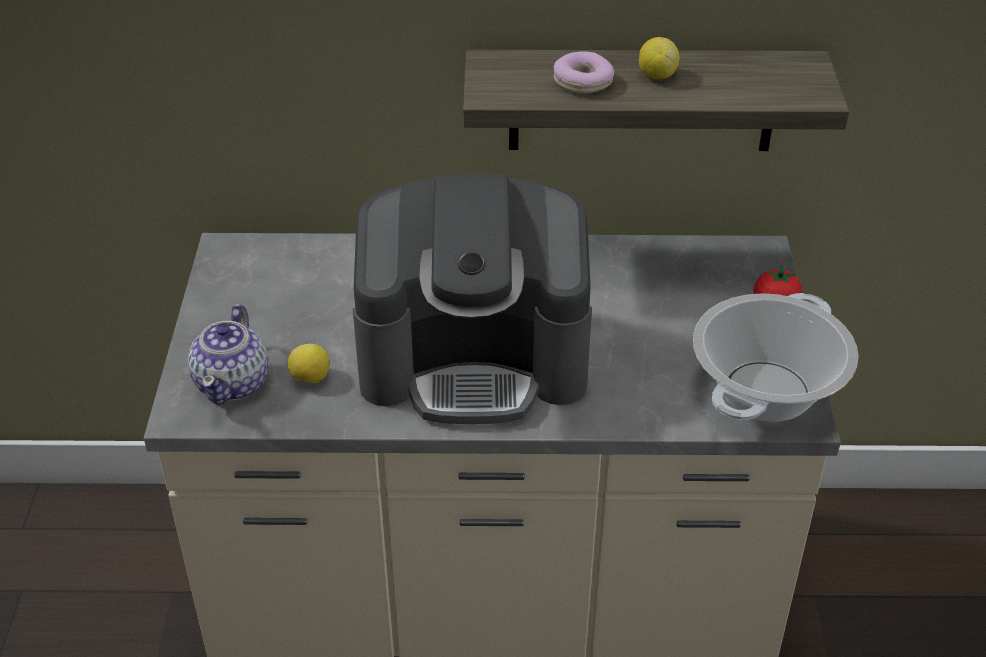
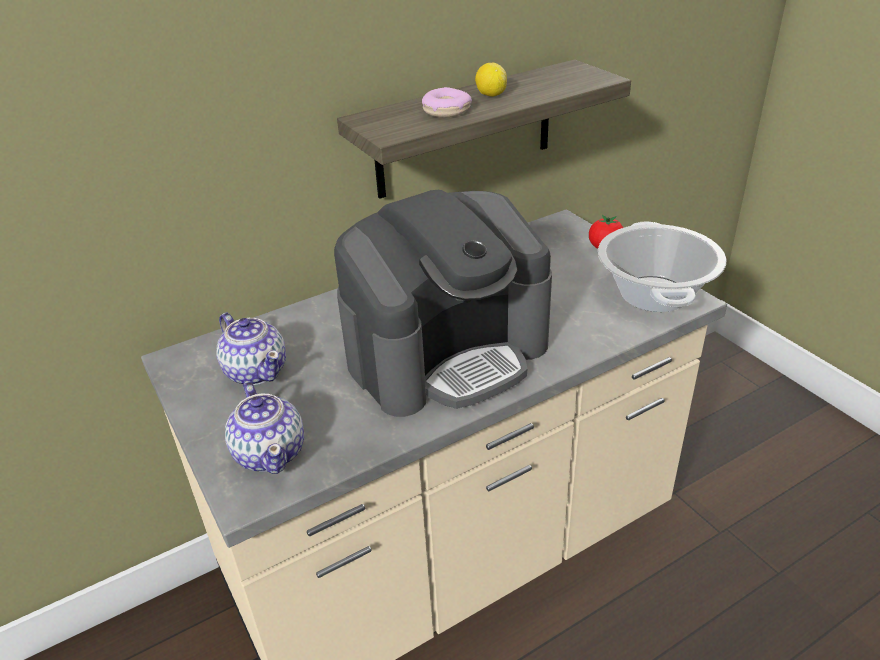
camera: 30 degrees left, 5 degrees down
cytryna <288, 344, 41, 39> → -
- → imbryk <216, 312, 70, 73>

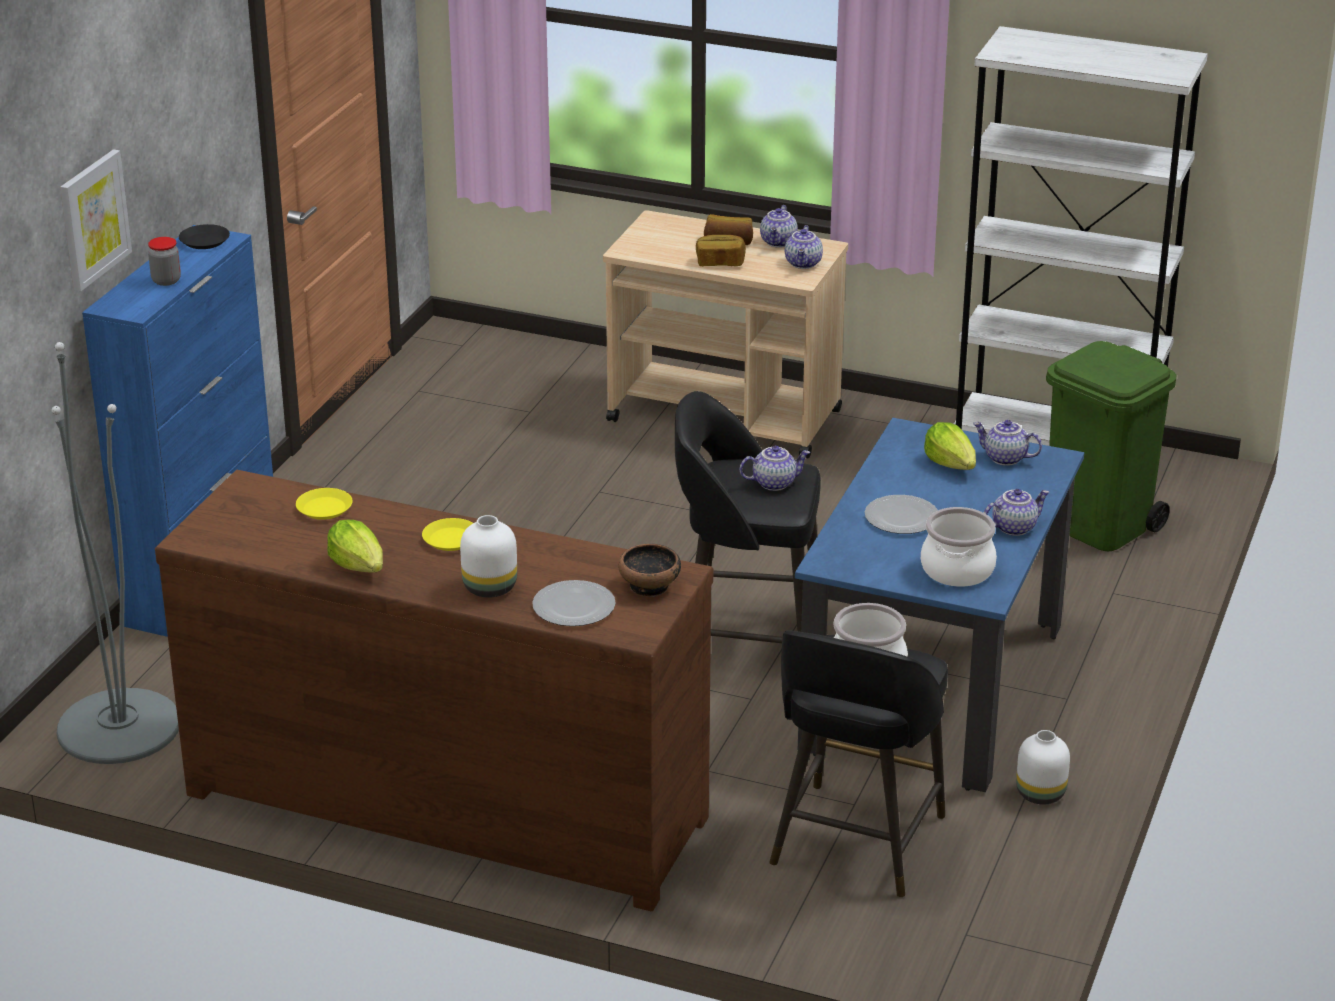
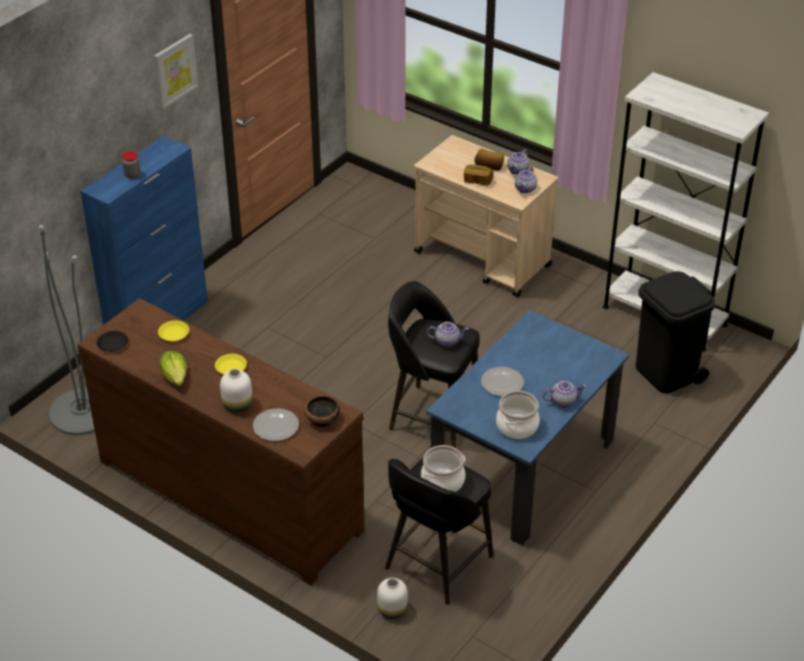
camera: 15 degrees right, 10 degrees up
sałata <924, 422, 52, 48> → -
imbryk <973, 420, 69, 46> → -
obraz <60, 149, 72, 143> → obraz <154, 34, 44, 75>, moved
talerz/czarny <179, 224, 51, 25> → talerz/czarny <97, 331, 31, 21>, moved
wazon/biały <1016, 730, 54, 75> → wazon/biały <377, 578, 31, 41>, moved
kosz na śmieci/zielony <1046, 341, 130, 210> → kosz na śmieci/czarny <636, 271, 80, 122>

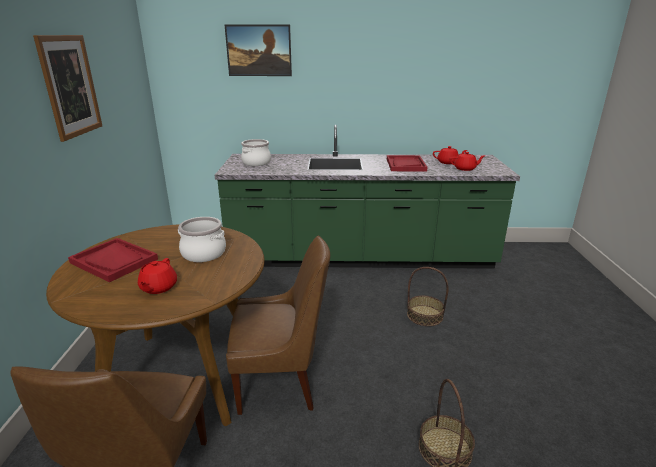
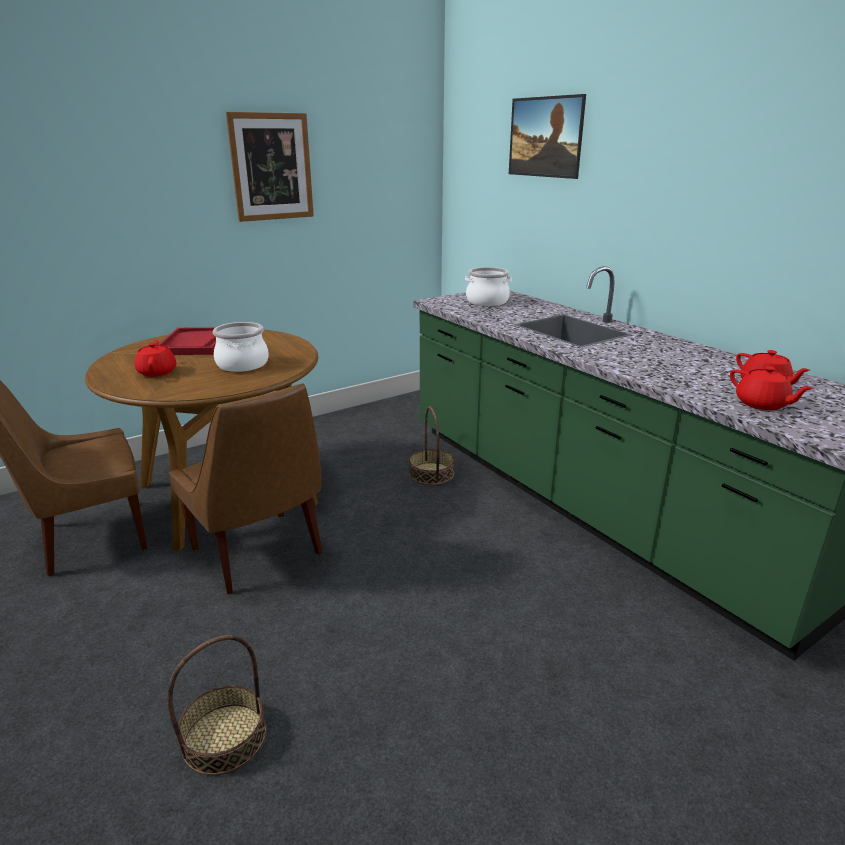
camera: 55 degrees right, 0 degrees up
taca/czerwony <387, 155, 40, 17> → -
koszyk <407, 267, 41, 59> → koszyk <409, 407, 46, 78>, moved
imbryk/czerwony <138, 258, 39, 36> → imbryk/czerwony <135, 340, 41, 37>, 105 degrees clockwise

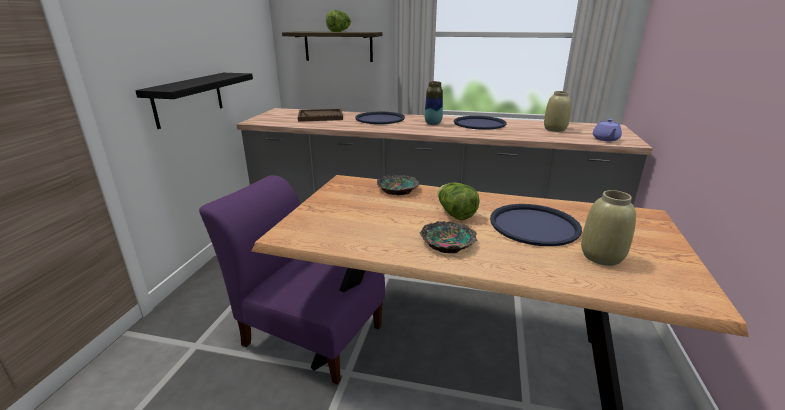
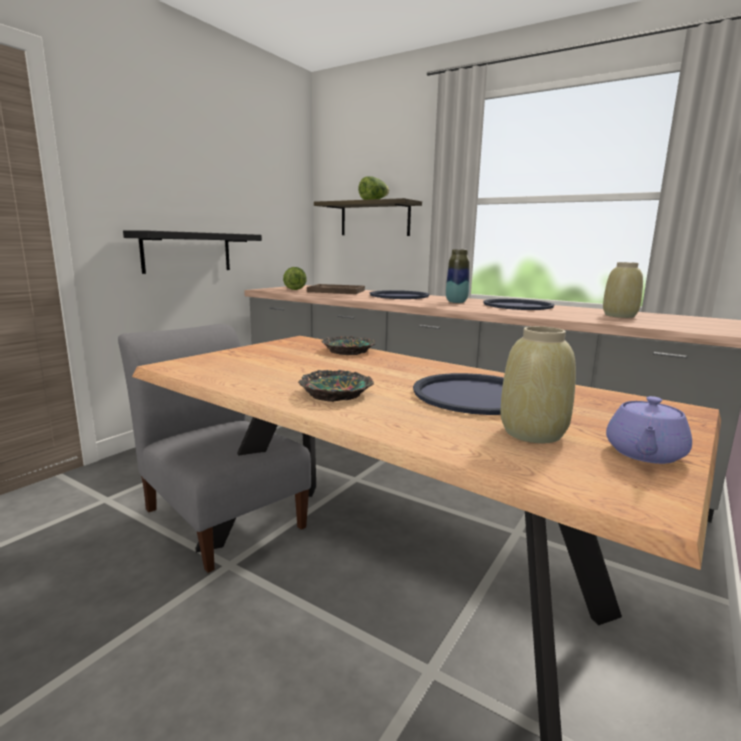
camera: 20 degrees right, 10 degrees down
sałata <437, 183, 42, 37> → sałata <283, 267, 24, 23>, moved
imbryk/fioletowy <593, 119, 29, 22> → imbryk/fioletowy <606, 396, 86, 68>, moved
krzesło/fioletowy <199, 175, 186, 210> → krzesło/szary <118, 324, 193, 249>

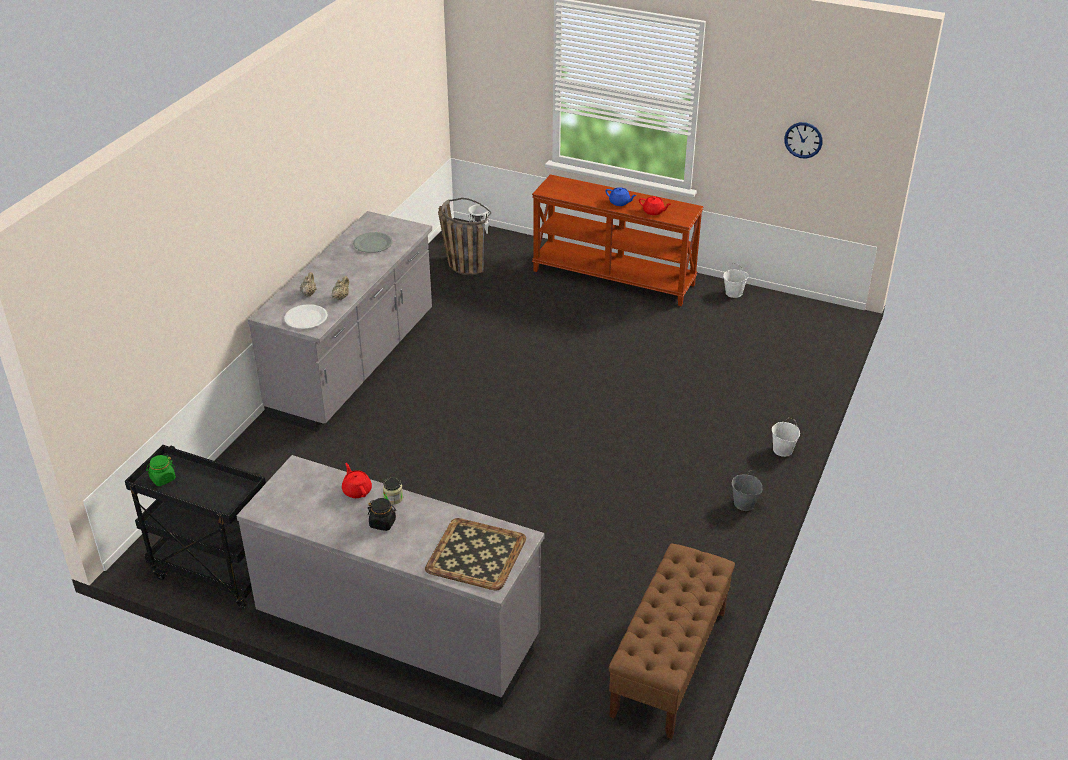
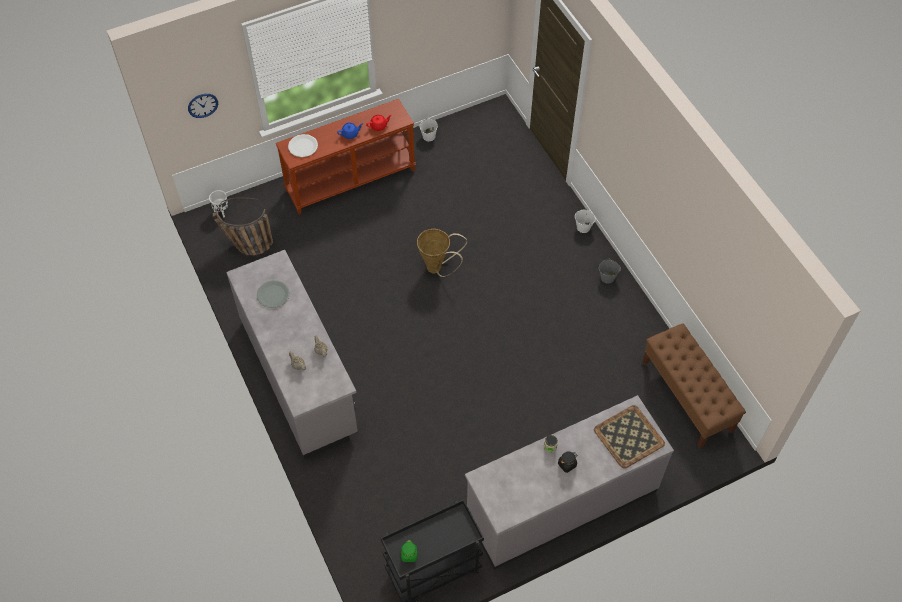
camera: 50 degrees left, 20 degrees up
imbryk/czerwony <342, 463, 30, 35> → -
- → koszyk <417, 229, 50, 48>
talerz/biały <284, 304, 44, 25> → talerz/biały <288, 134, 30, 23>, moved
zegar ścienny <784, 122, 39, 36> → zegar ścienny <188, 94, 30, 24>, moved

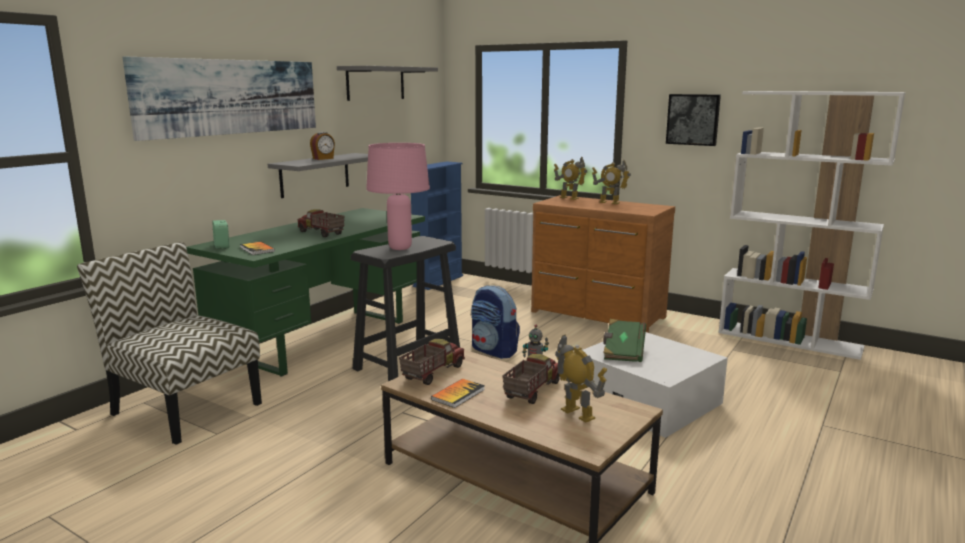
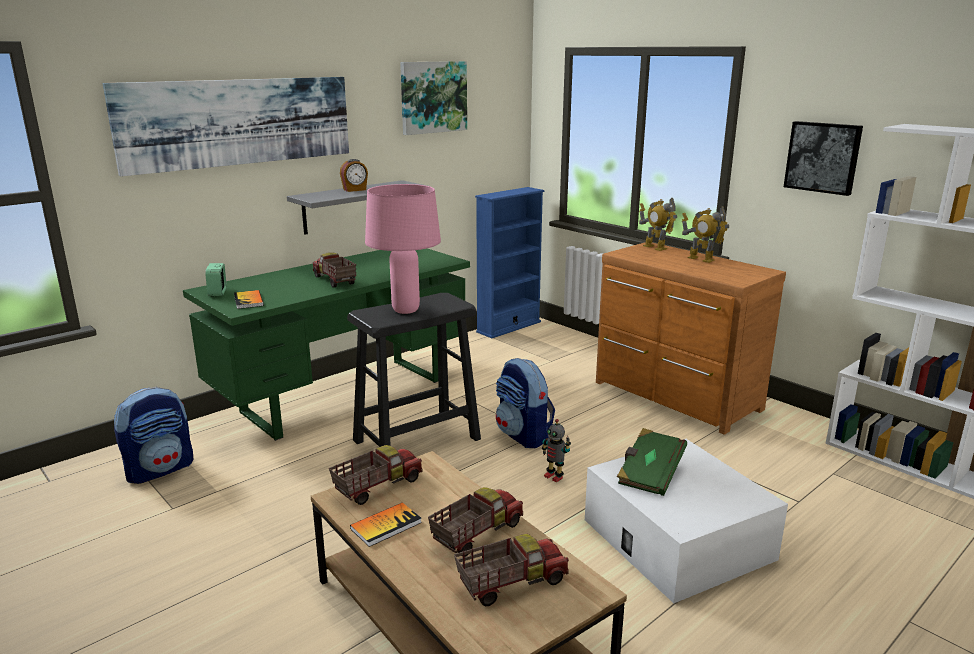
camera: 15 degrees right, 5 degrees up
krzesło <77, 242, 185, 203> → plecak <114, 387, 79, 97>
półka/szary <337, 66, 101, 35> → obraz <400, 61, 67, 74>
robot zabawkowy <555, 335, 52, 87> → ciężarówka zabawkowa <454, 534, 115, 72>

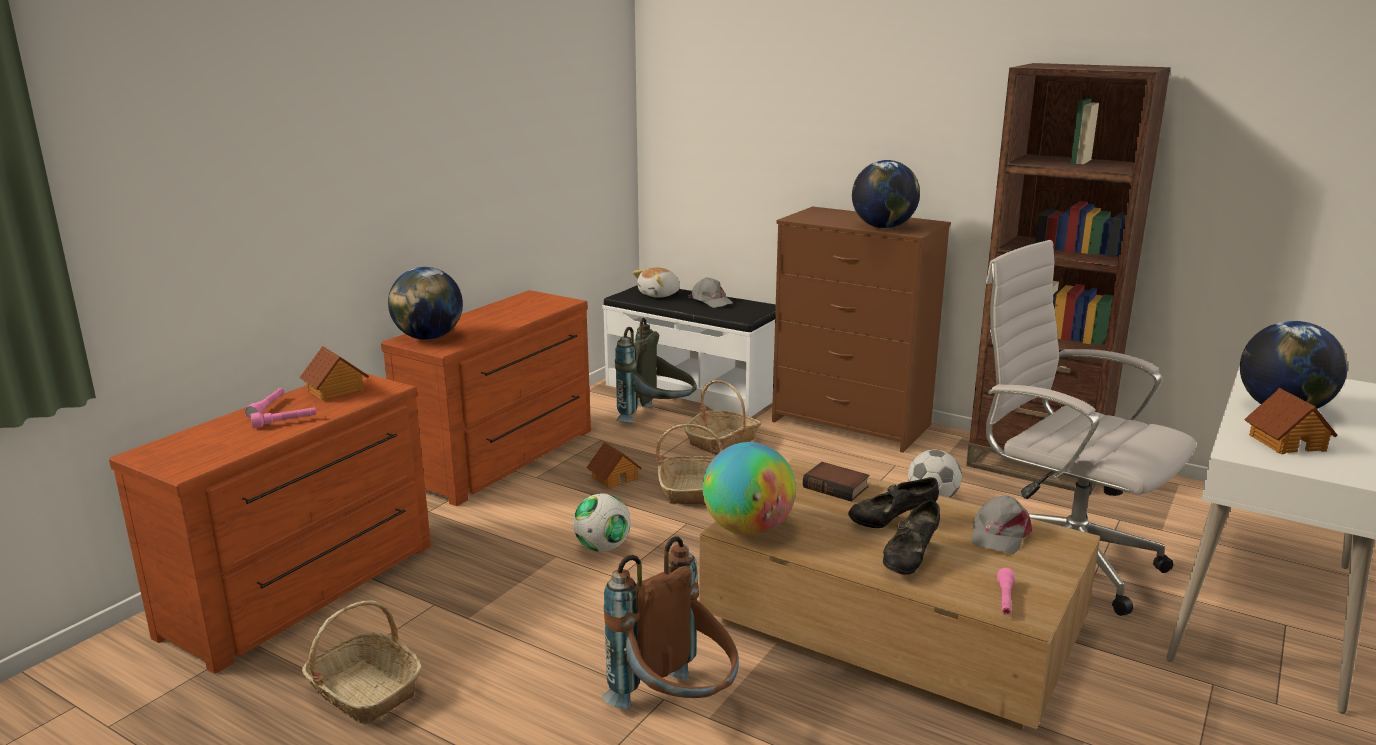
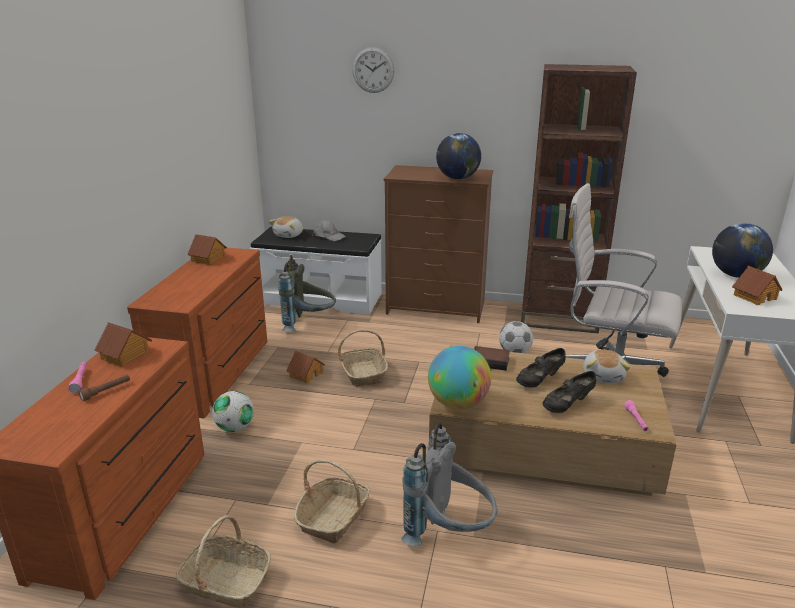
camera: 20 degrees left, 5 degrees up
globus <388, 267, 75, 73> → -
- → domek <187, 234, 40, 31>
- → zegar ścienny <352, 47, 43, 46>
piłka futbolowa <573, 493, 58, 59> → piłka futbolowa <212, 391, 42, 41>, moved
koszyk <684, 380, 77, 75> → koszyk <294, 459, 76, 85>, moved
czapka z daszkiem/szary <972, 495, 60, 59> → pluszak <583, 350, 47, 33>
latarka/różowy <251, 407, 65, 21> → latarka/brązowy <78, 375, 52, 26>
plecak/brązowy <602, 536, 137, 174> → plecak/szary <401, 423, 96, 123>
but/czarny <883, 500, 57, 75> → but/czarny <543, 371, 53, 42>, 45 degrees clockwise

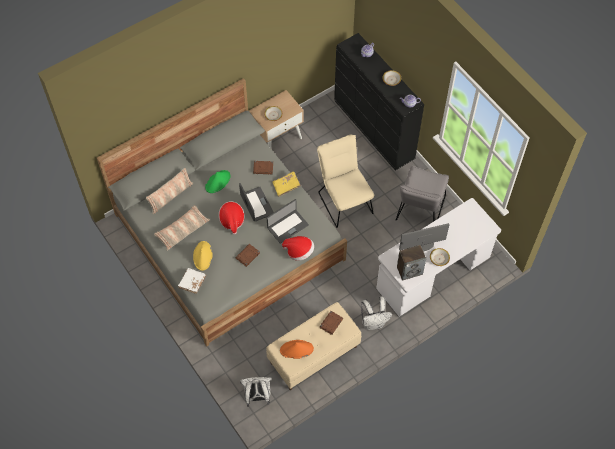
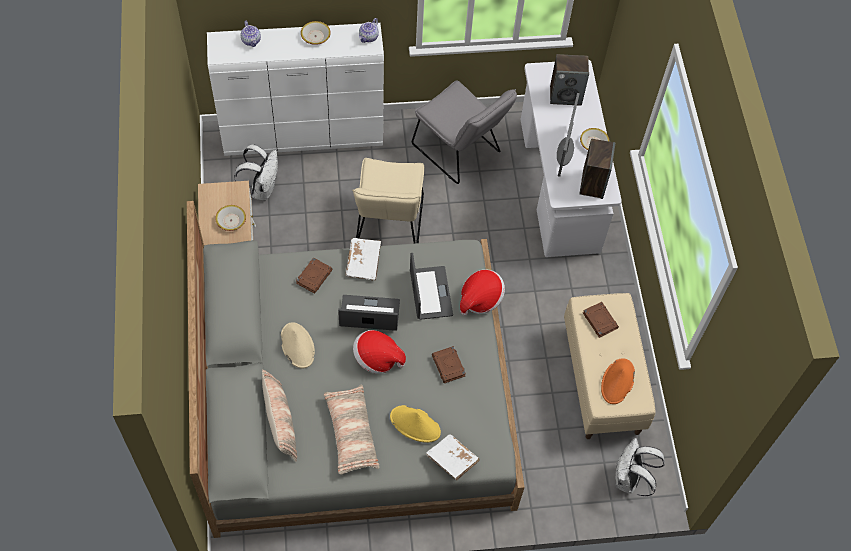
camera: 65 degrees left, 0 degrees up
- → głośnik <550, 54, 39, 52>
plecak/biały <361, 296, 31, 34> → plecak/biały <234, 144, 44, 57>, moved
kapelusz/zielony <205, 170, 25, 23> → kapelusz/beżowy <281, 322, 34, 46>
książka/żółty <272, 171, 29, 26> → książka/biały <345, 238, 36, 43>
komoda/czarny <334, 33, 90, 137> → komoda/biały <207, 23, 177, 133>
krzesło/beżowy <317, 135, 57, 93> → krzesło/beżowy <352, 158, 72, 86>, 90 degrees counterclockwise

